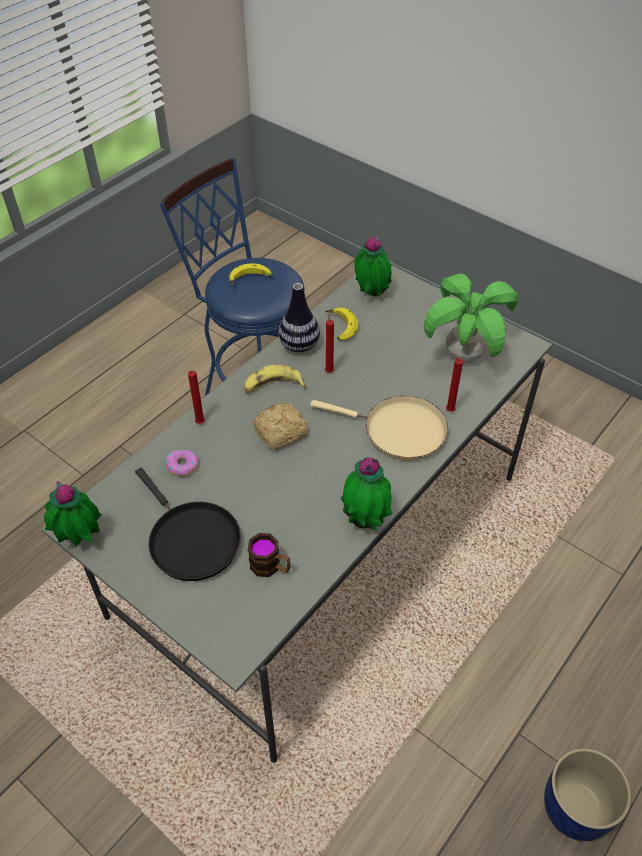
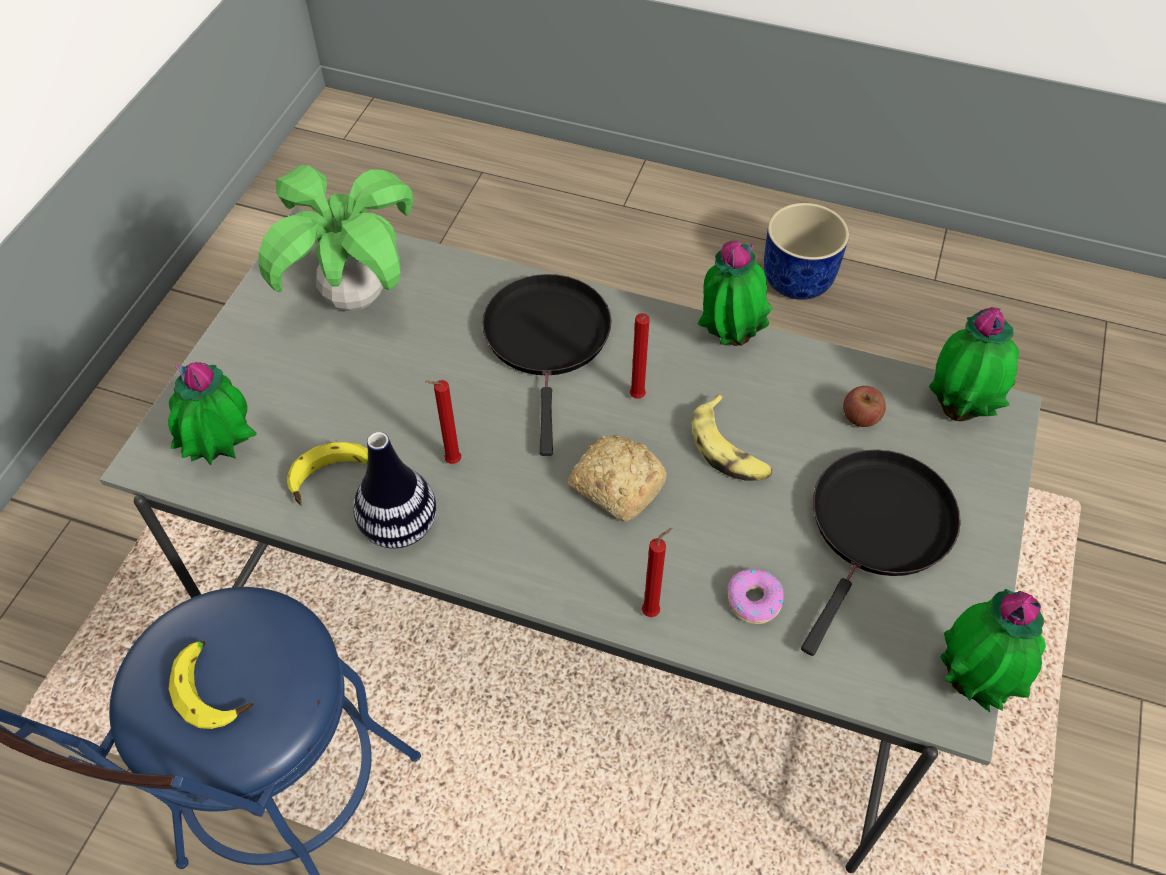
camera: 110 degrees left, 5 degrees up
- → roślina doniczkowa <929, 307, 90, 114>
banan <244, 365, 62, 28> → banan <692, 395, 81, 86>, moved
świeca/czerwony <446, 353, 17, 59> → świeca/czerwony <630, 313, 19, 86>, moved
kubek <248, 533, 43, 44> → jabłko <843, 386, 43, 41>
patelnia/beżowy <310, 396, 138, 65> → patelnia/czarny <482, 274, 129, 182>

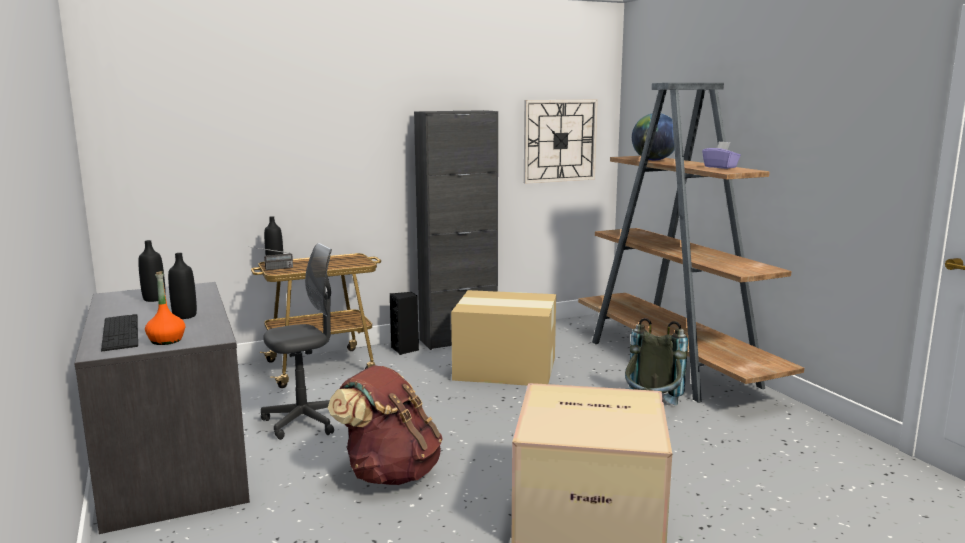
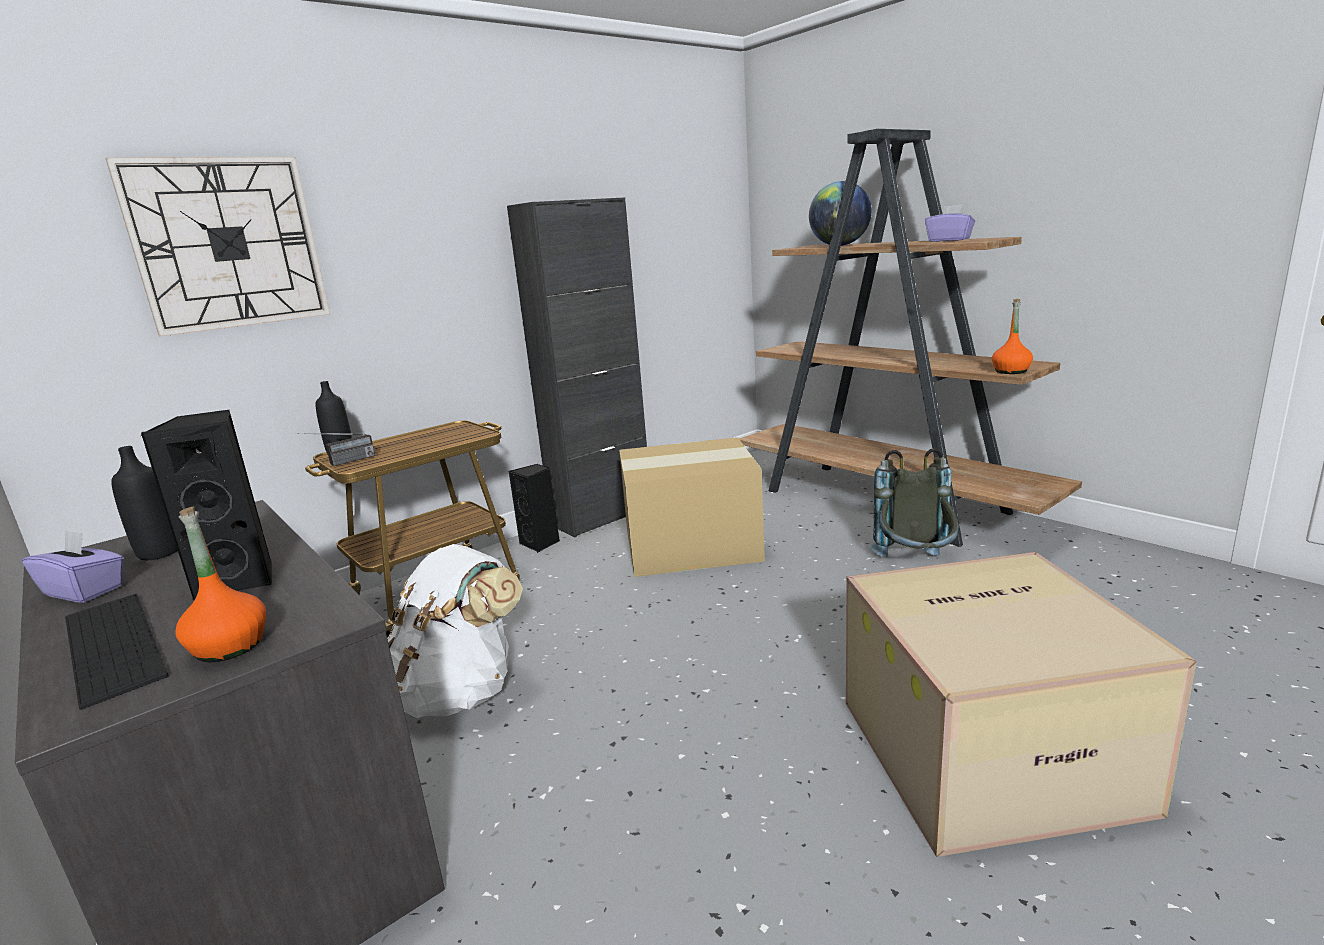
camera: 15 degrees left, 5 degrees up
plecak/brązowy <328, 365, 115, 120> → -
- → pudełko chusteczek/fioletowy <22, 530, 102, 73>
- → butelka/pomarańczowy <992, 299, 41, 75>
zegar ścienny <524, 99, 74, 85> → zegar ścienny <105, 157, 225, 179>, moved
butelka/czarny <168, 253, 29, 66> → głośnik/czarny <141, 410, 131, 190>
krzesło biurowe/szary <261, 243, 73, 197> → plecak/biały <387, 544, 136, 174>

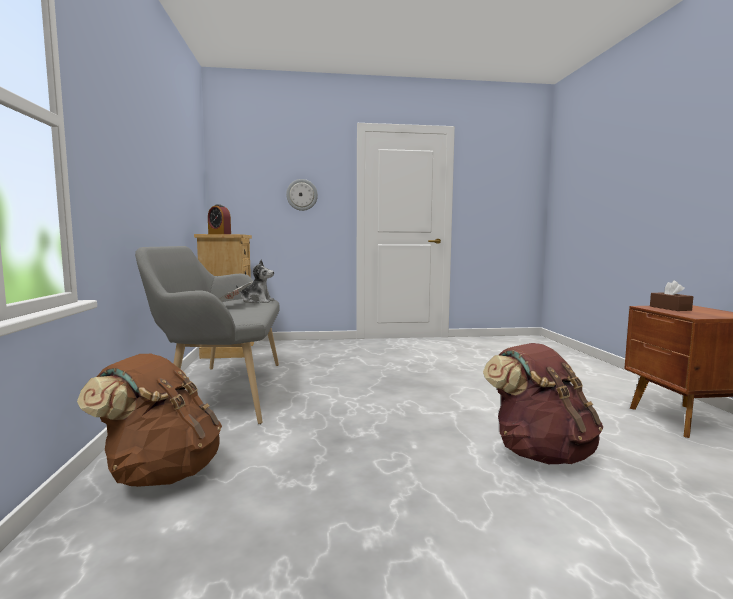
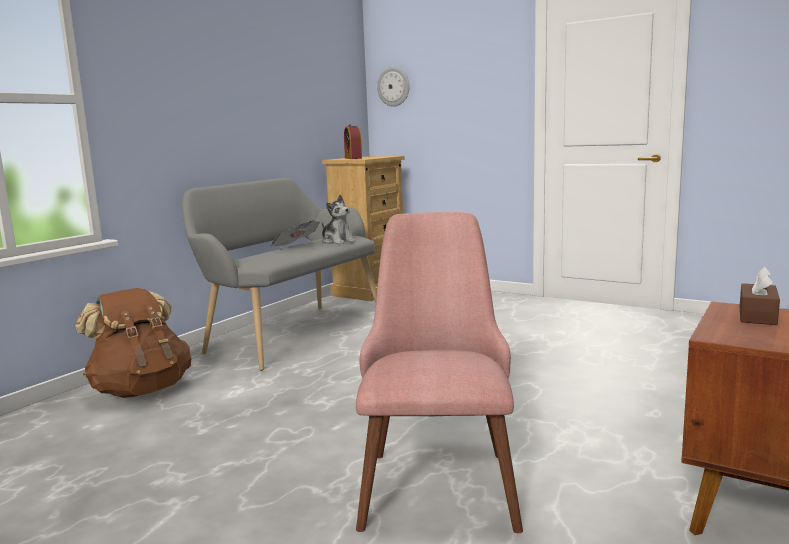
camera: 40 degrees right, 5 degrees up
zegar ścienny <286, 179, 32, 32> → zegar ścienny <377, 67, 32, 40>, moved
plecak/brązowy <483, 343, 120, 121> → krzesło/różowy <356, 212, 167, 321>

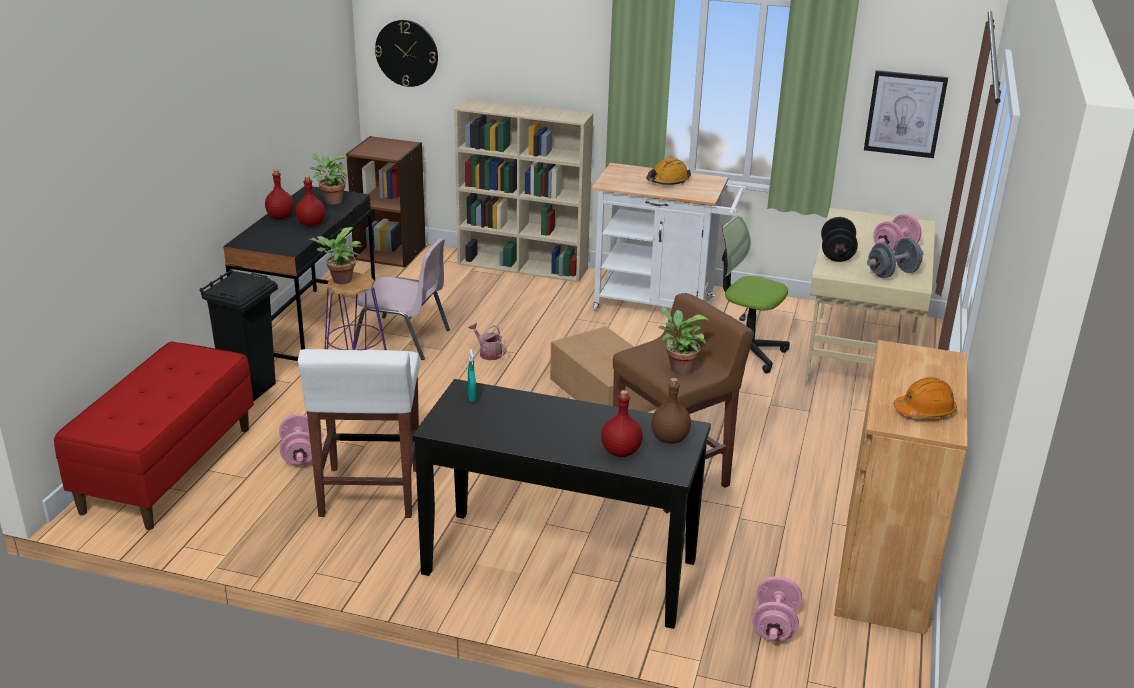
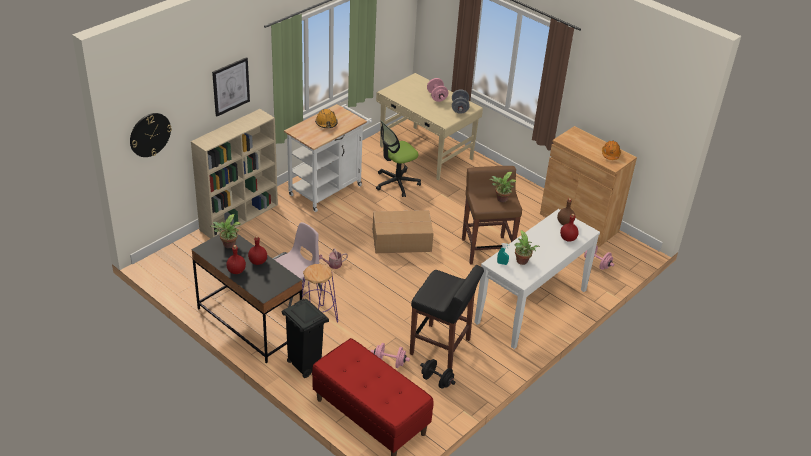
camera: 65 degrees left, 10 degrees up
regał/brązowy <346, 136, 80, 132> → -
roślina doniczkowa <309, 227, 53, 57> → roślina doniczkowa <515, 230, 25, 35>, moved
hantel/czarny <821, 217, 37, 45> → hantel/czarny <420, 359, 36, 30>, moved
obraz <864, 70, 84, 88> → obraz <212, 57, 38, 59>, moved
stołek/biały <298, 349, 122, 169> → stołek/czarny <410, 265, 74, 104>
stolik konsolowy/czarny <412, 379, 299, 250> → stolik konsolowy/biały <474, 209, 126, 140>

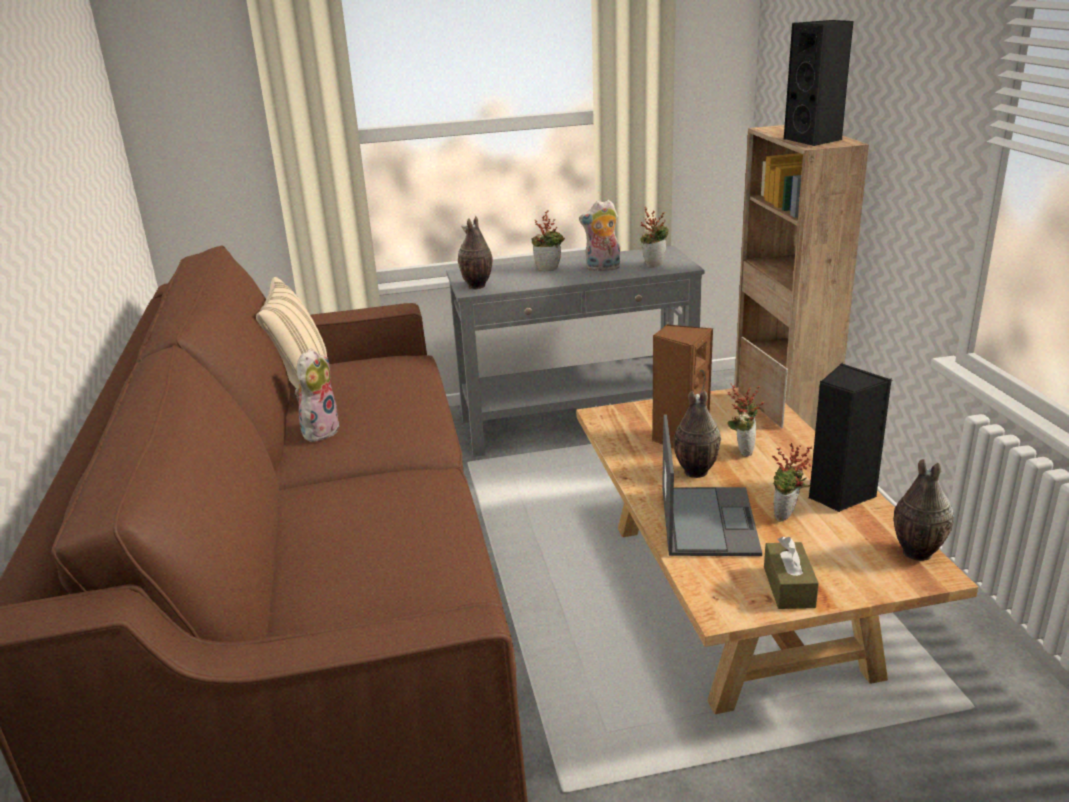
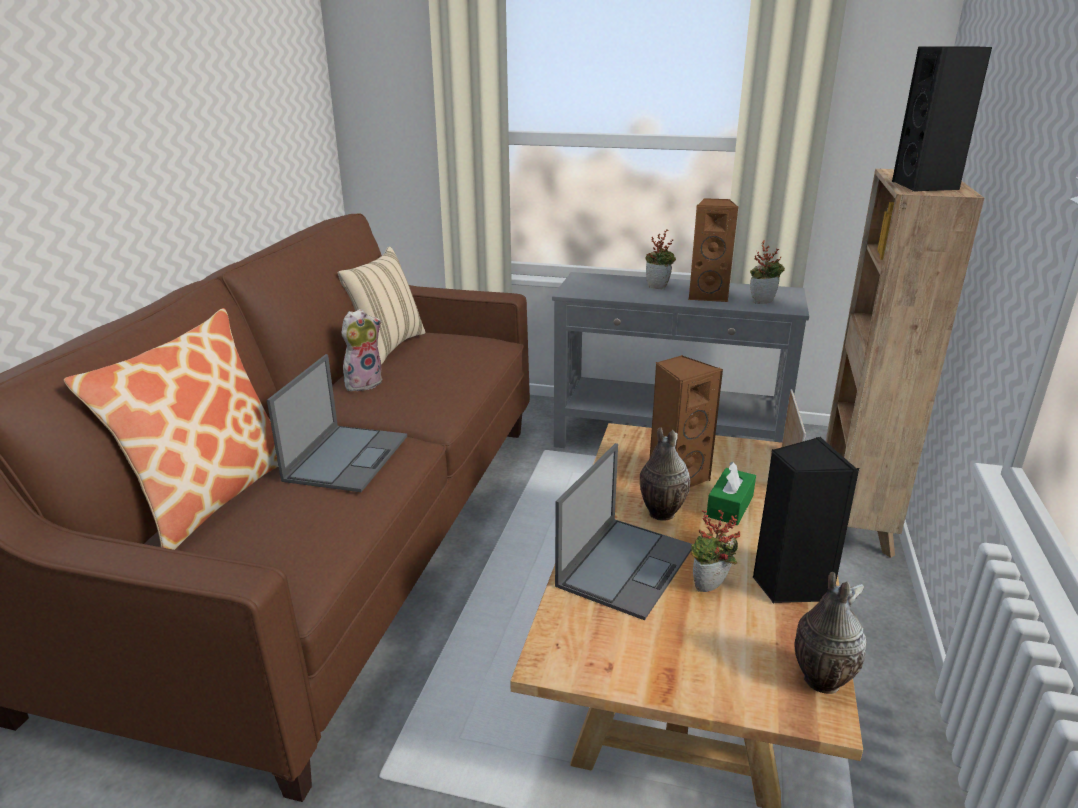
camera: 25 degrees right, 0 degrees up
wazon <458, 216, 35, 73> → -
pudełko chusteczek/brązowy <764, 537, 55, 72> → -
- → poduszka <64, 308, 214, 242>
- → laptop <267, 354, 140, 138>
pluszak <579, 200, 42, 71> → głośnik/brązowy <688, 198, 51, 104>
roślina doniczkowa <727, 383, 37, 74> → pudełko chusteczek/zielony <707, 462, 49, 63>

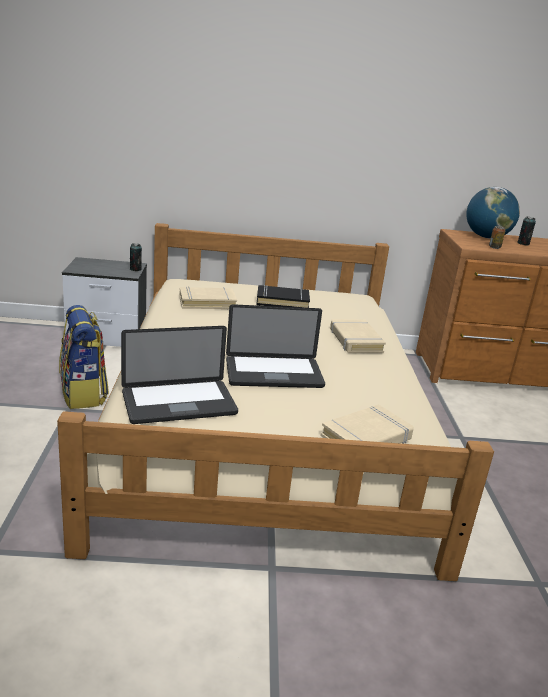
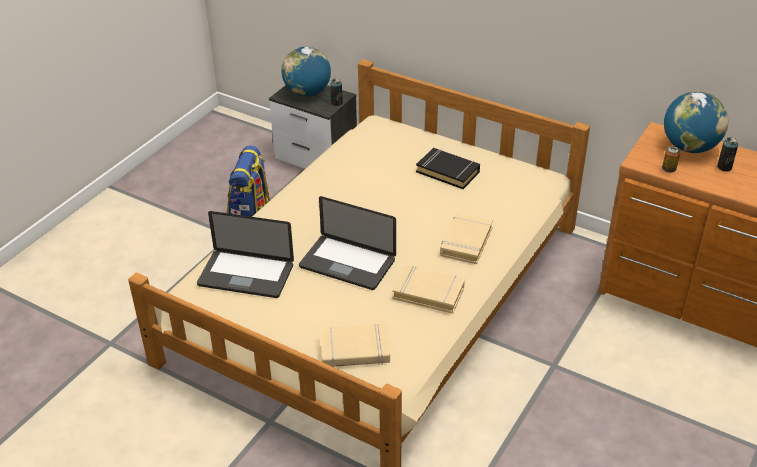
camera: 35 degrees right, 15 degrees up
- → globus <282, 47, 49, 49>
książka/beżowy <179, 286, 58, 23> → książka/beżowy <393, 266, 72, 48>, moved

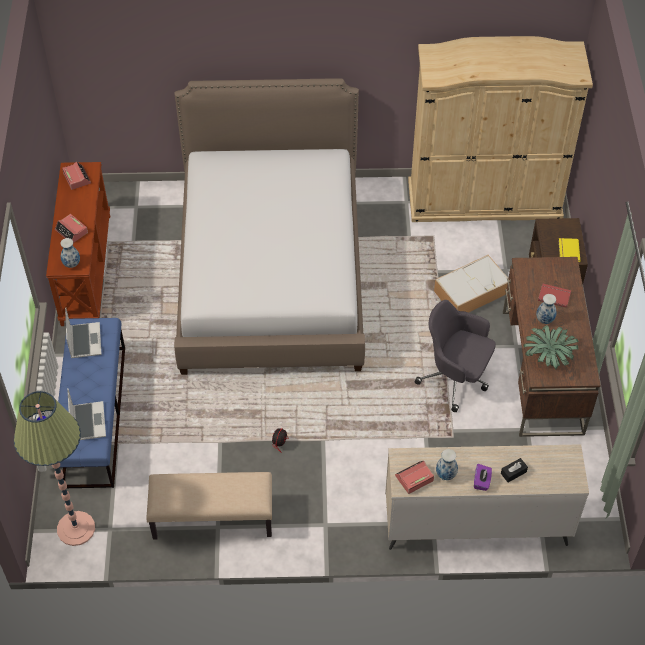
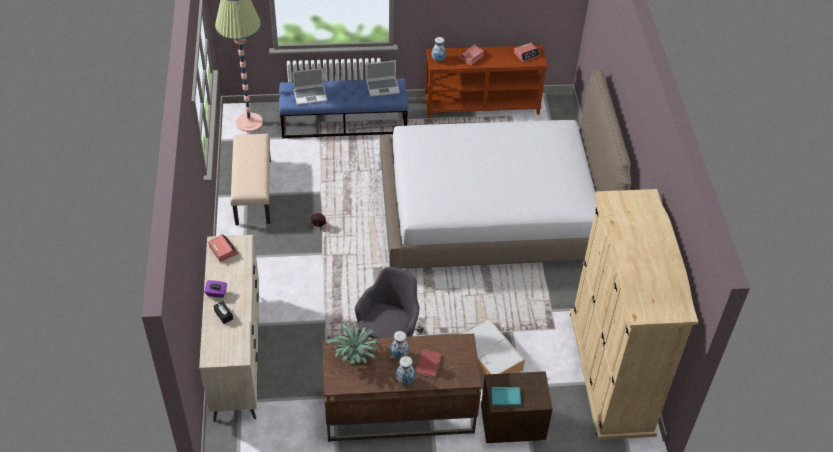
camera: 85 degrees right, 5 degrees down
wazon <436, 449, 22, 31> → wazon <396, 356, 19, 29>, moved
książka/żółty <558, 238, 22, 24> → książka/turkusowy <491, 387, 30, 19>

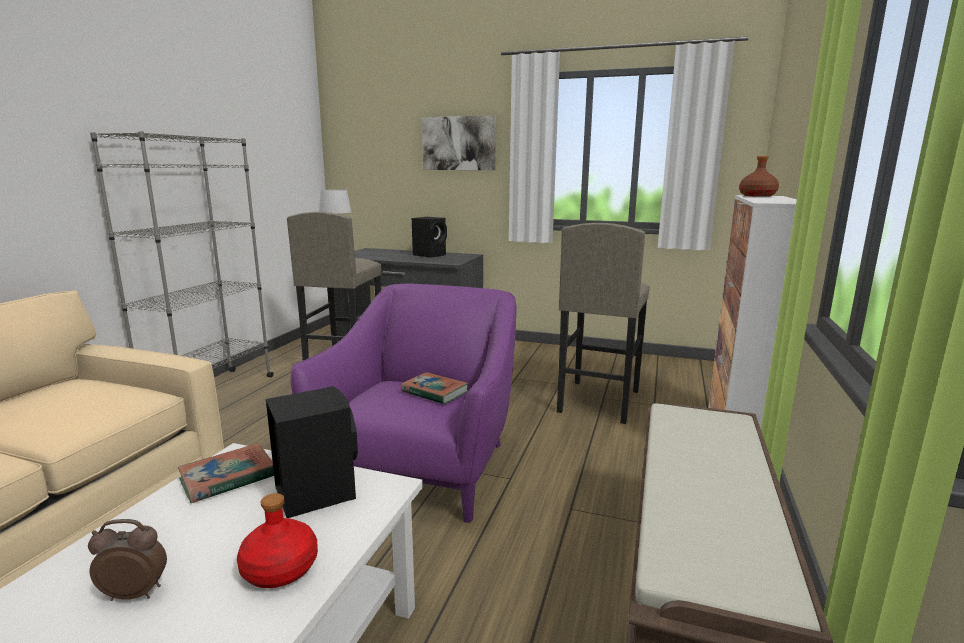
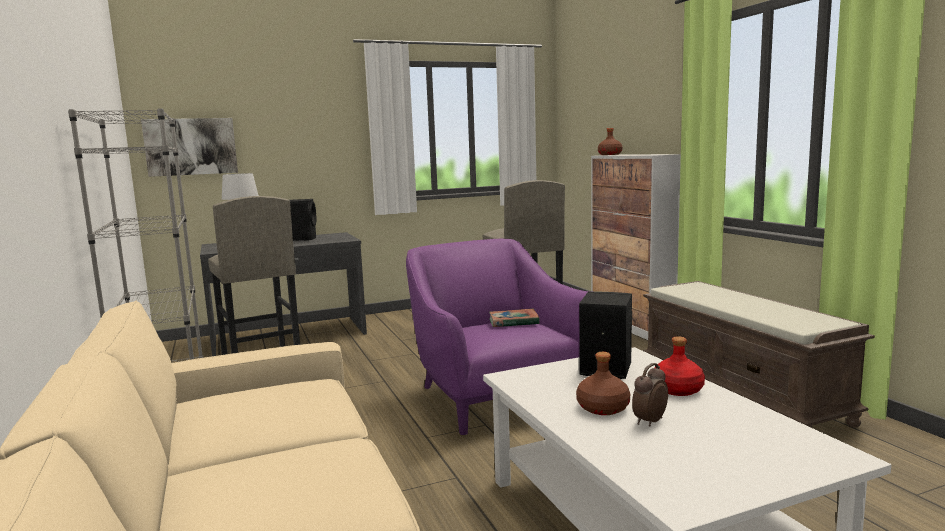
camera: 40 degrees left, 5 degrees down
książka <178, 443, 96, 60> → -
- → butelka/brązowy <576, 352, 54, 63>
obraz <422, 115, 74, 55> → obraz <141, 118, 97, 59>, moved

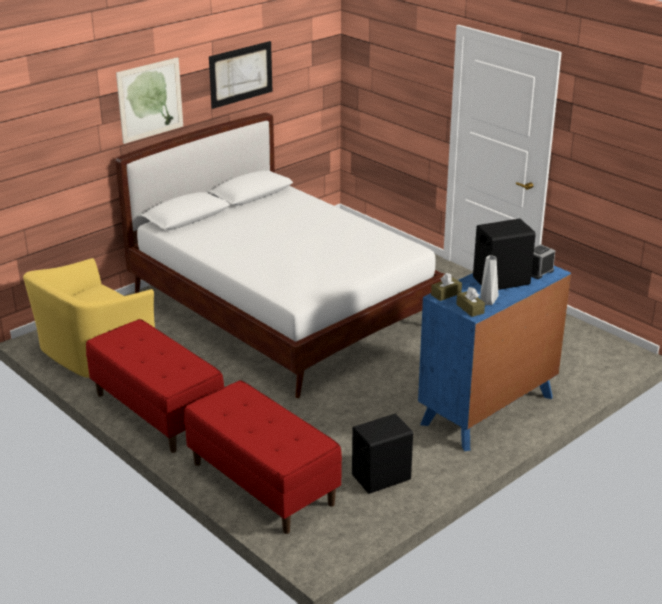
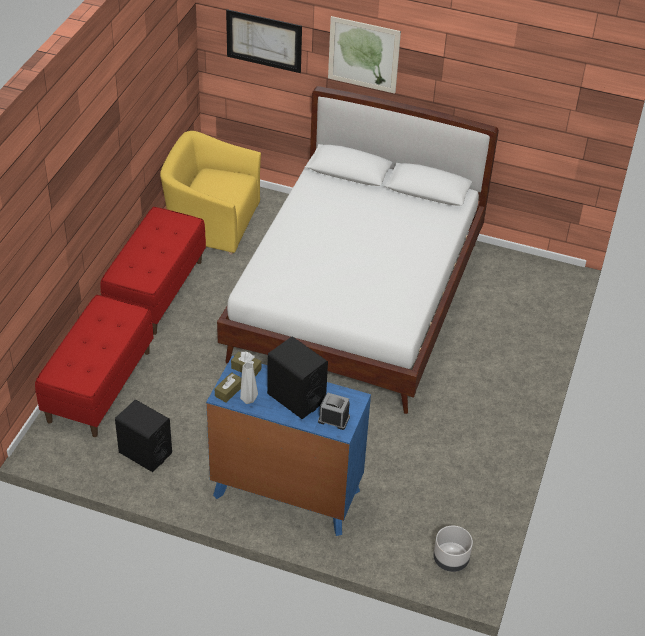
camera: 60 degrees right, 15 degrees up
- → donica/szary <433, 526, 40, 46>
obraz <209, 41, 63, 68> → obraz <226, 9, 76, 64>, moved

